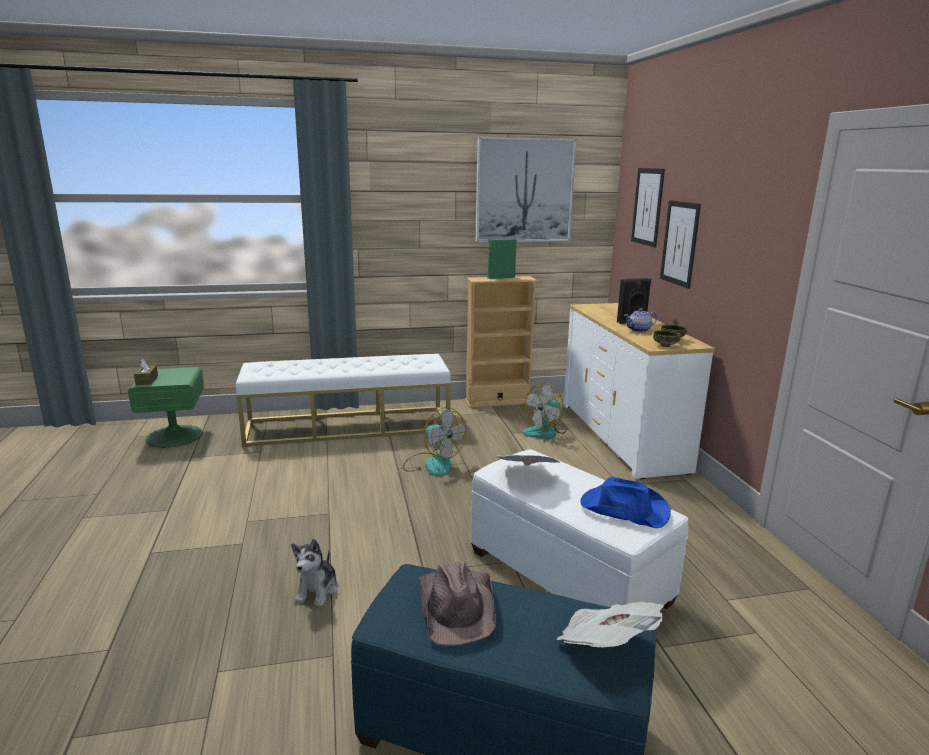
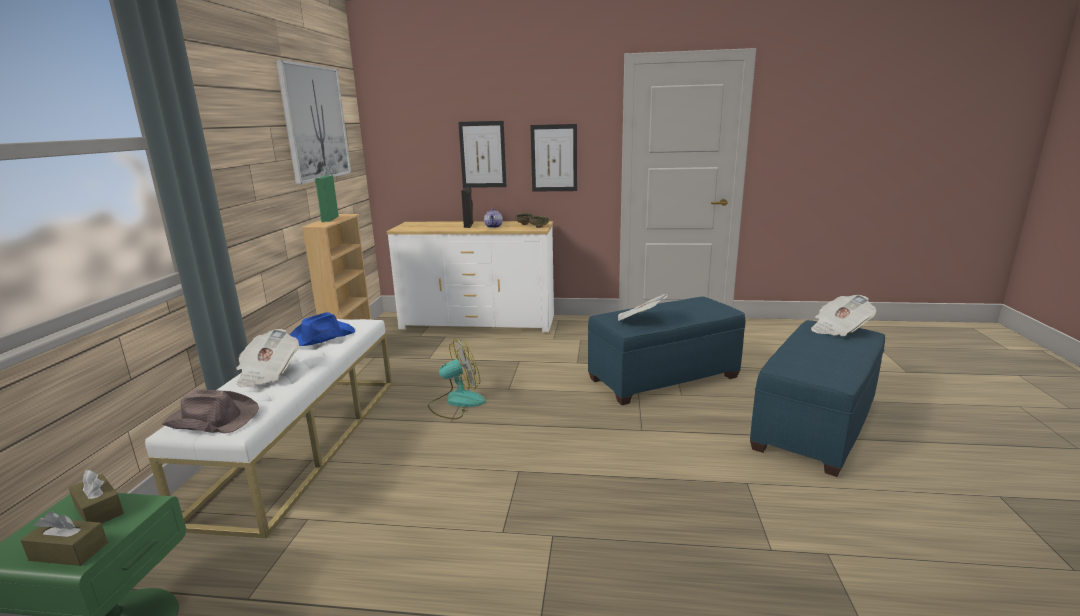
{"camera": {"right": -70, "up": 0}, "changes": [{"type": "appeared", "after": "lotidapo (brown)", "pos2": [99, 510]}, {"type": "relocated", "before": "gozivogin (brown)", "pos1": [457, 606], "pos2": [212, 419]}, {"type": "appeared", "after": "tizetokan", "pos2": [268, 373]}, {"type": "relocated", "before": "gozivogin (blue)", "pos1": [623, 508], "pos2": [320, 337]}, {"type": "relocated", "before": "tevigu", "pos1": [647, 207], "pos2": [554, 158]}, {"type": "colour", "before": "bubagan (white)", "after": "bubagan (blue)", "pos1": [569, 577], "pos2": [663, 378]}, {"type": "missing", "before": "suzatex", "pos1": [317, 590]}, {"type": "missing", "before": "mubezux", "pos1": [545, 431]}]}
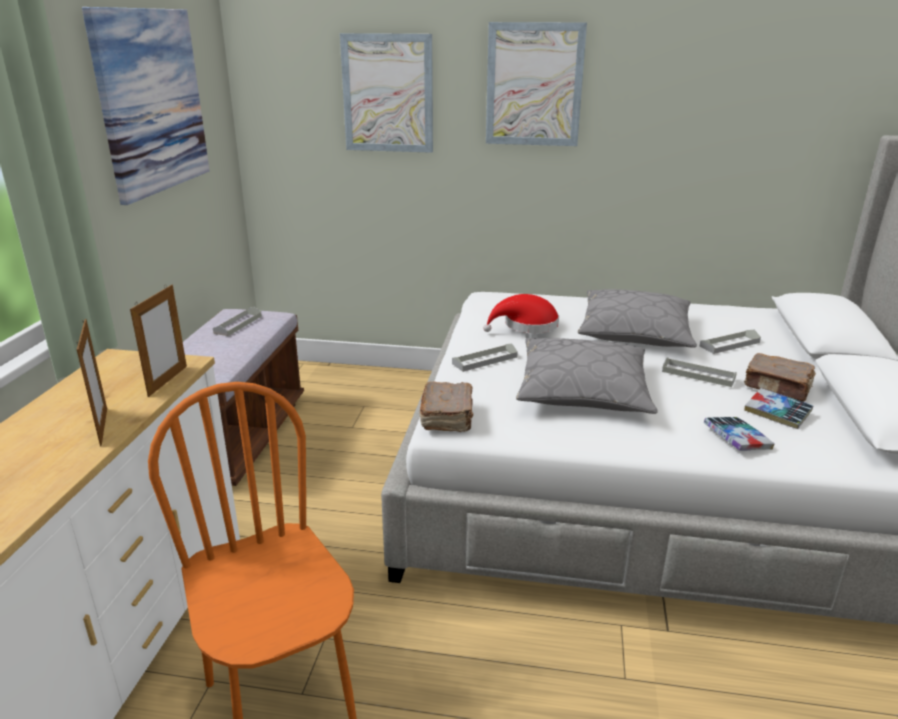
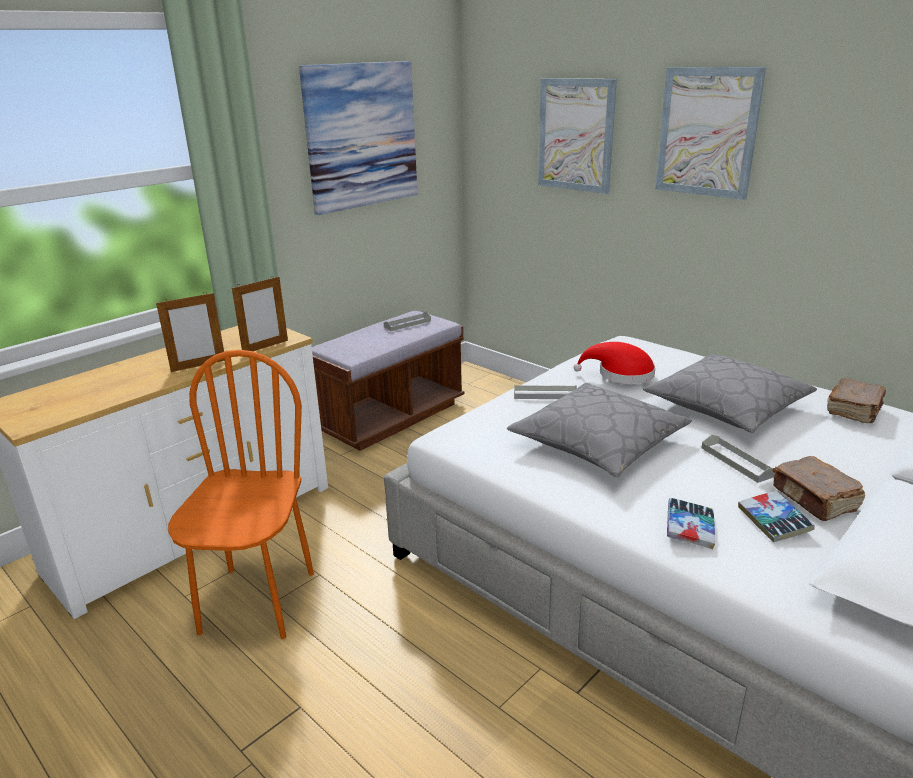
{"camera": {"right": 35, "up": 0}, "changes": [{"type": "spun", "before": "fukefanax", "pos1": [103, 426], "pos2": [198, 366], "turn": 45}, {"type": "relocated", "before": "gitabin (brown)", "pos1": [448, 417], "pos2": [854, 411]}, {"type": "missing", "before": "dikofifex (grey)", "pos1": [729, 344]}]}
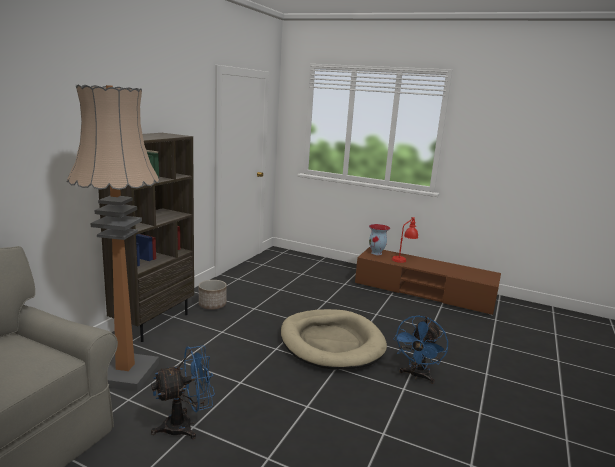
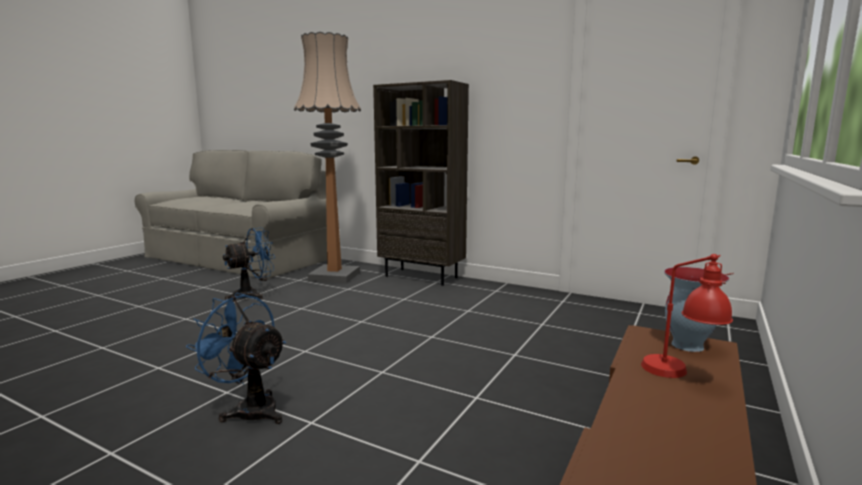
{"camera": {"right": 95, "up": -5}, "changes": [{"type": "spun", "before": "mubezux (blue)", "pos1": [185, 425], "pos2": [253, 295], "turn": -105}, {"type": "missing", "before": "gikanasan", "pos1": [212, 305]}, {"type": "missing", "before": "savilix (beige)", "pos1": [331, 342]}]}
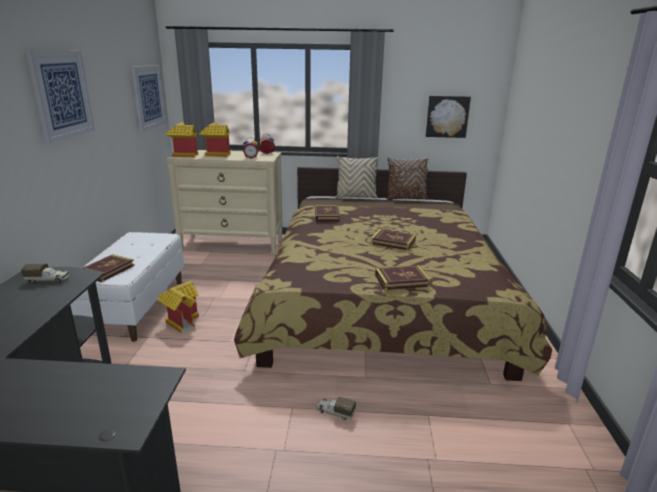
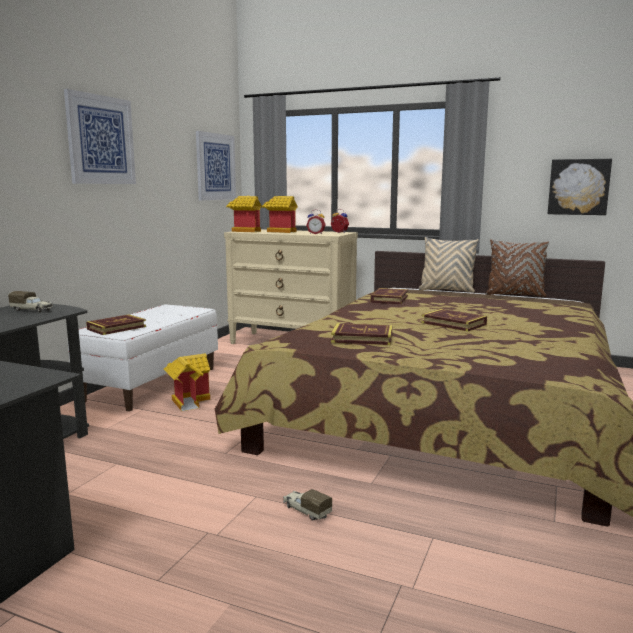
{"camera": {"right": 20, "up": -10}, "changes": [{"type": "relocated", "before": "gitabin", "pos1": [401, 280], "pos2": [362, 338]}]}
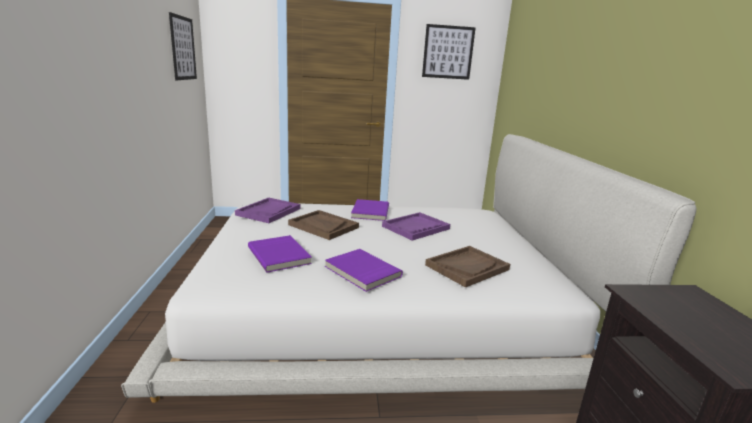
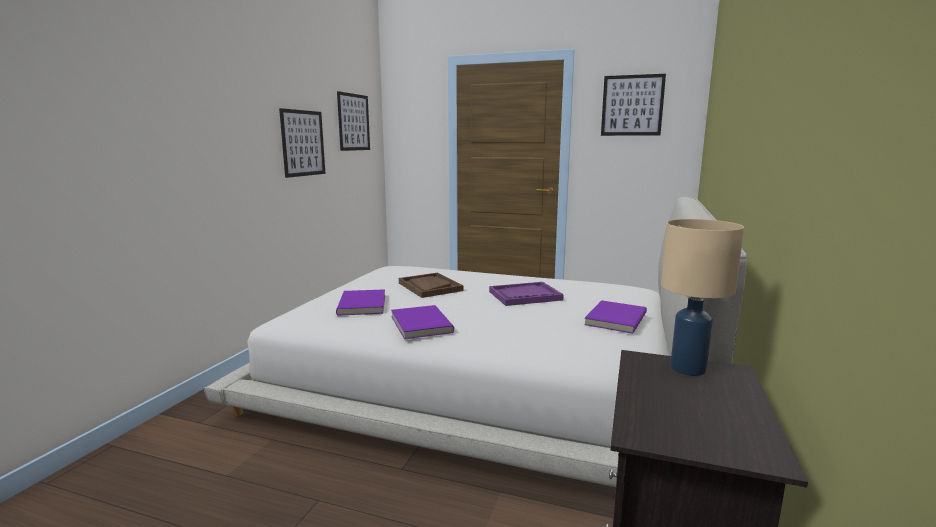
{"camera": {"right": 25, "up": -5}, "changes": [{"type": "appeared", "after": "tevigu", "pos2": [303, 143]}, {"type": "relocated", "before": "gitabin (purple)", "pos1": [369, 212], "pos2": [614, 319]}, {"type": "appeared", "after": "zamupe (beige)", "pos2": [686, 368]}, {"type": "missing", "before": "dikofifex (purple)", "pos1": [268, 211]}, {"type": "missing", "before": "dikofifex (brown)", "pos1": [467, 267]}]}
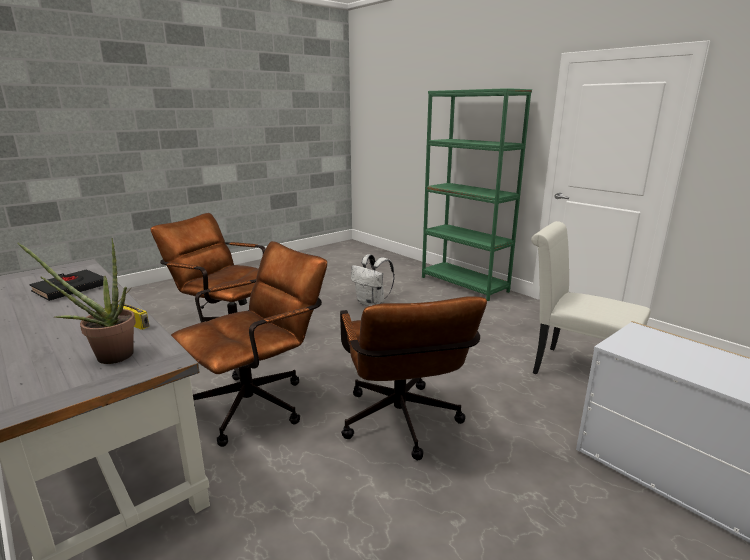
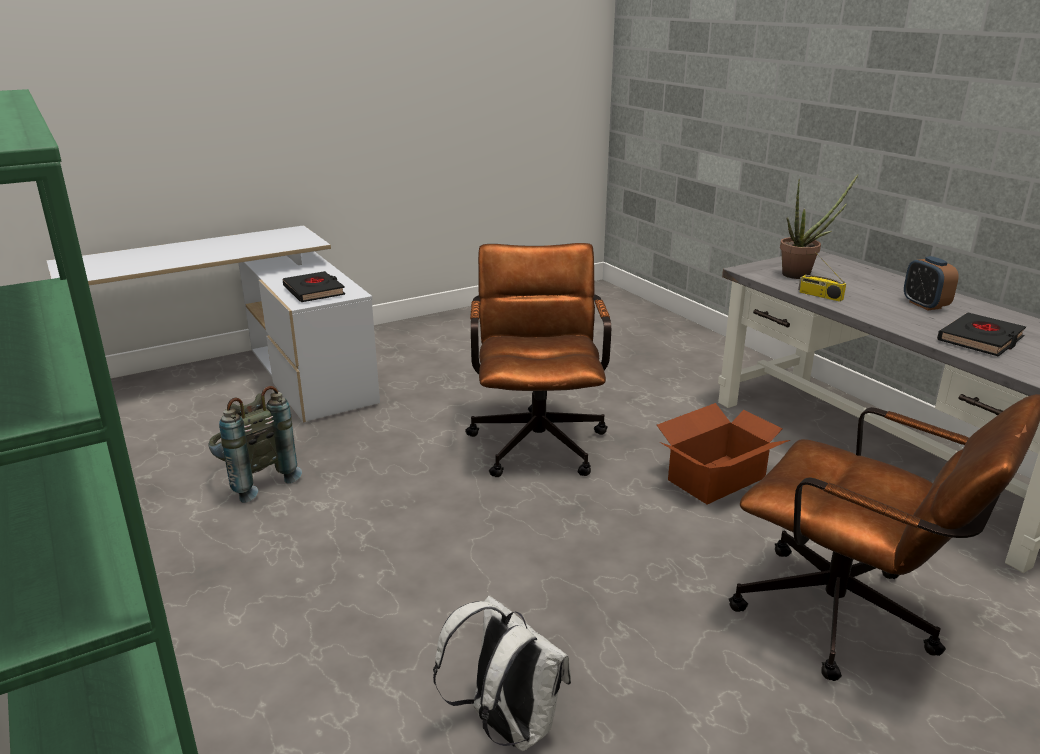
{"camera": {"right": -170, "up": 5}, "changes": [{"type": "exchanged", "before": "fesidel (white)", "after": "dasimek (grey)", "pos1": [575, 369], "pos2": [254, 480]}, {"type": "appeared", "after": "gitabin (black)", "pos2": [314, 291]}, {"type": "exchanged", "before": "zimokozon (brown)", "after": "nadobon", "pos1": [259, 402], "pos2": [715, 479]}, {"type": "appeared", "after": "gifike", "pos2": [925, 305]}]}
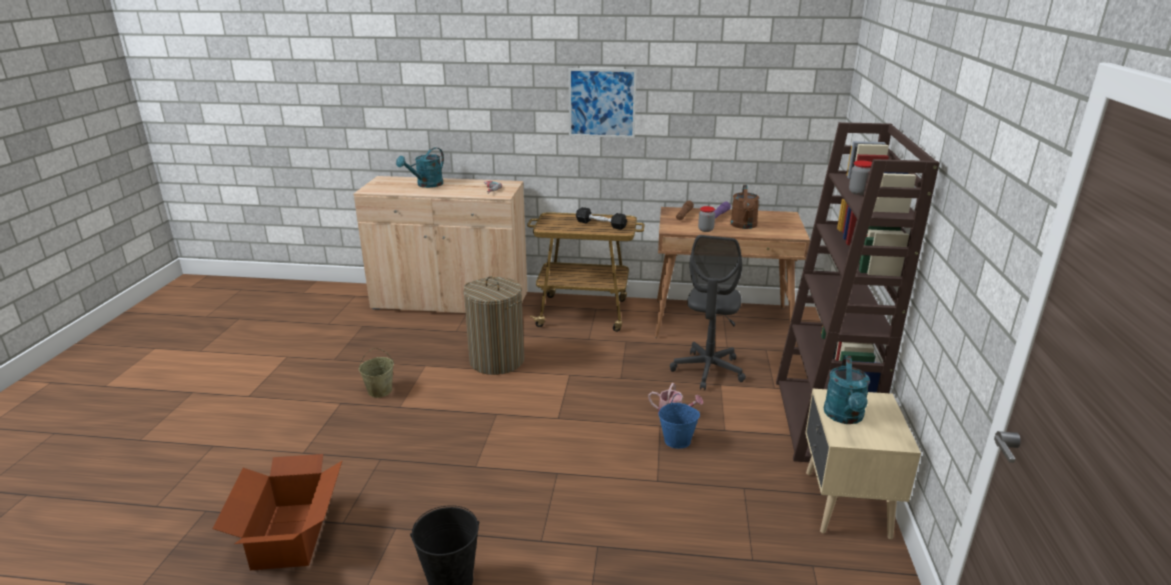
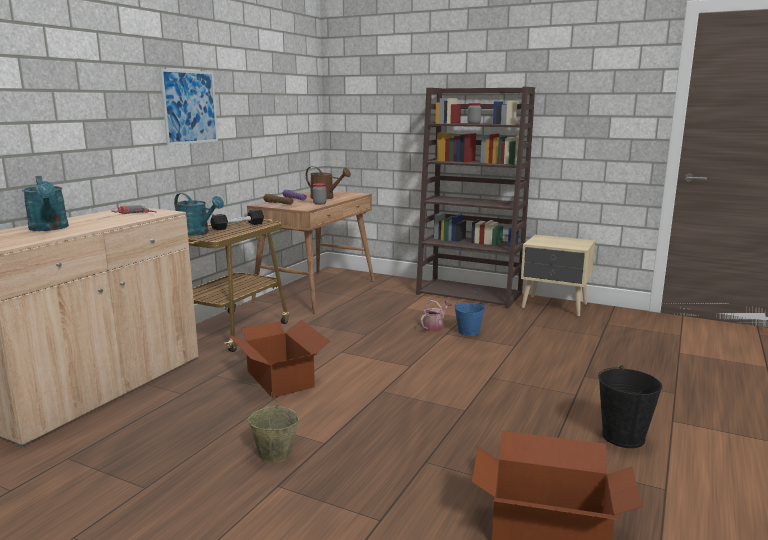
{"camera": {"right": -70, "up": -10}, "changes": [{"type": "relocated", "before": "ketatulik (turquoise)", "pos1": [844, 417], "pos2": [198, 233]}, {"type": "exchanged", "before": "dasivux", "after": "nadobon", "pos1": [496, 360], "pos2": [279, 379]}, {"type": "missing", "before": "zimokozon (grey)", "pos1": [708, 370]}]}
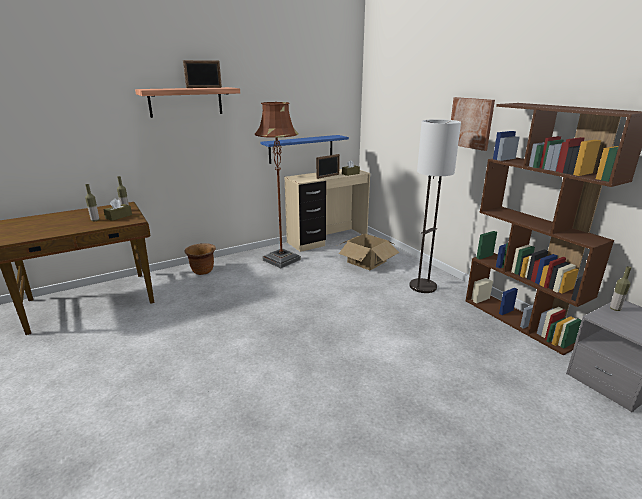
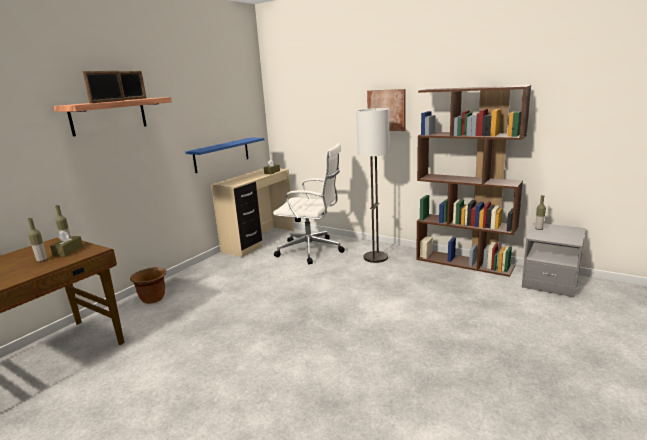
{"camera": {"right": -25, "up": -5}, "changes": [{"type": "relocated", "before": "fukefanax", "pos1": [328, 176], "pos2": [108, 101]}, {"type": "exchanged", "before": "nadobon", "after": "zimokozon (white)", "pos1": [366, 262], "pos2": [312, 250]}, {"type": "missing", "before": "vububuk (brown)", "pos1": [281, 260]}]}
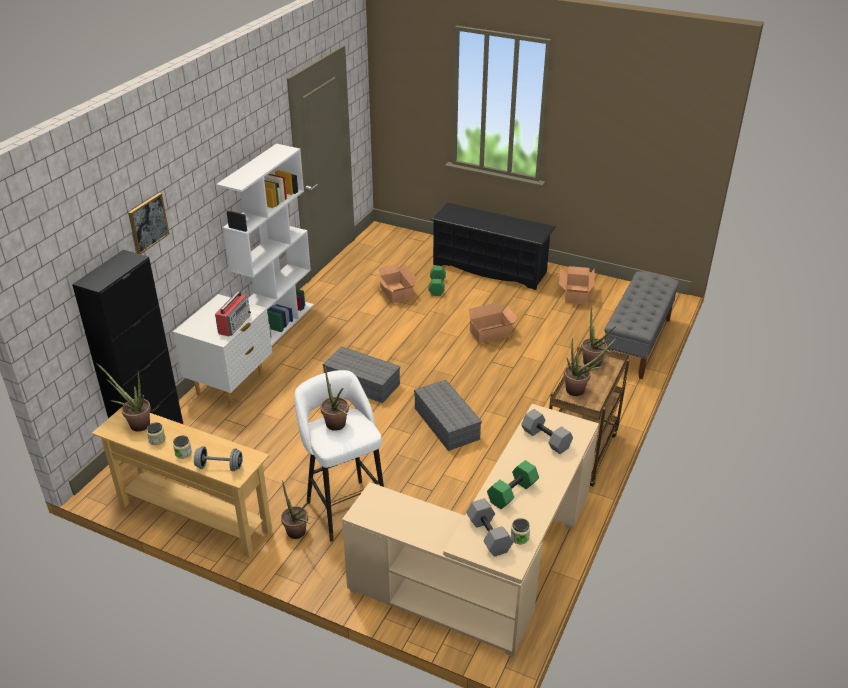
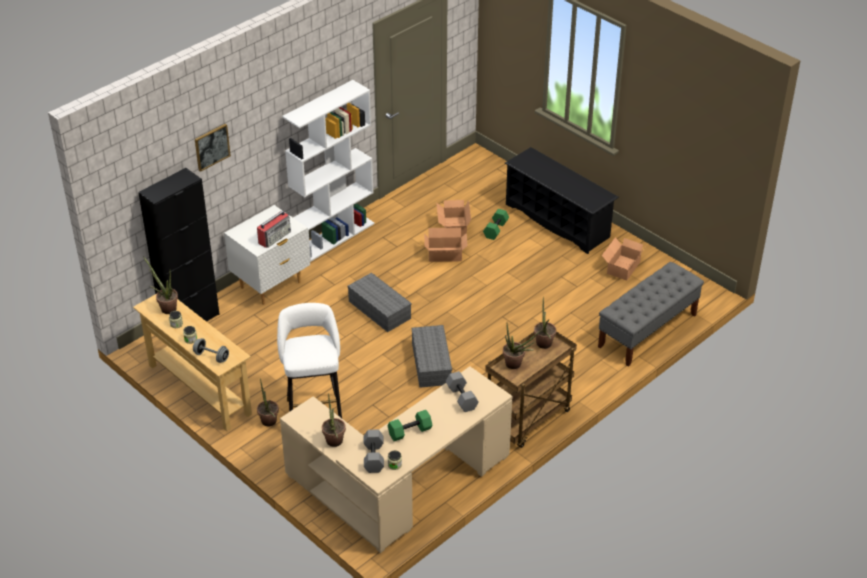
{"camera": {"right": 20, "up": 5}, "changes": [{"type": "relocated", "before": "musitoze", "pos1": [337, 427], "pos2": [334, 443]}, {"type": "relocated", "before": "nadobon", "pos1": [492, 334], "pos2": [445, 255]}]}
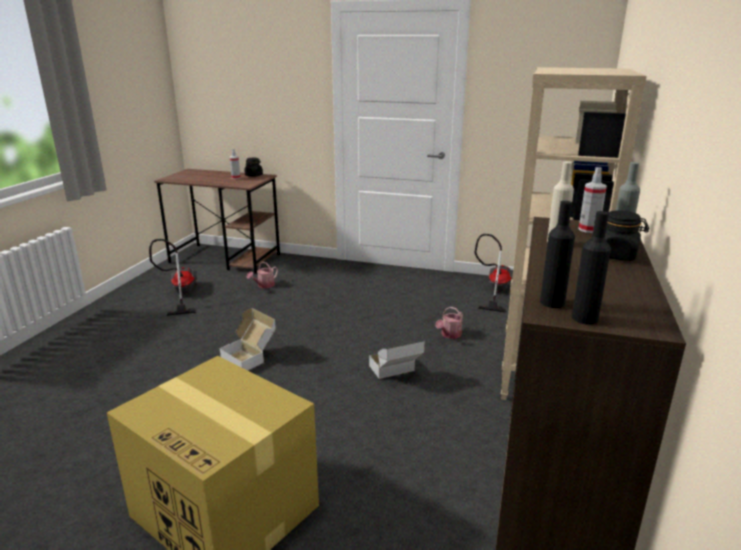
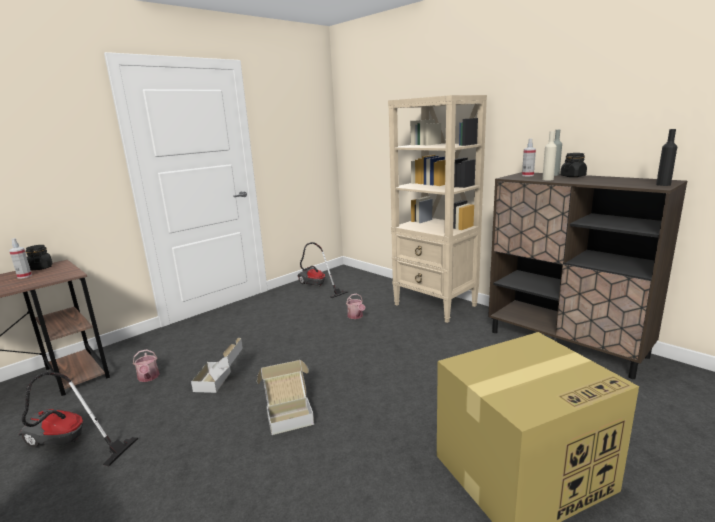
{"camera": {"right": -60, "up": -5}, "changes": [{"type": "relocated", "before": "nadobon", "pos1": [396, 374], "pos2": [221, 382]}, {"type": "missing", "before": "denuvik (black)", "pos1": [552, 302]}]}
